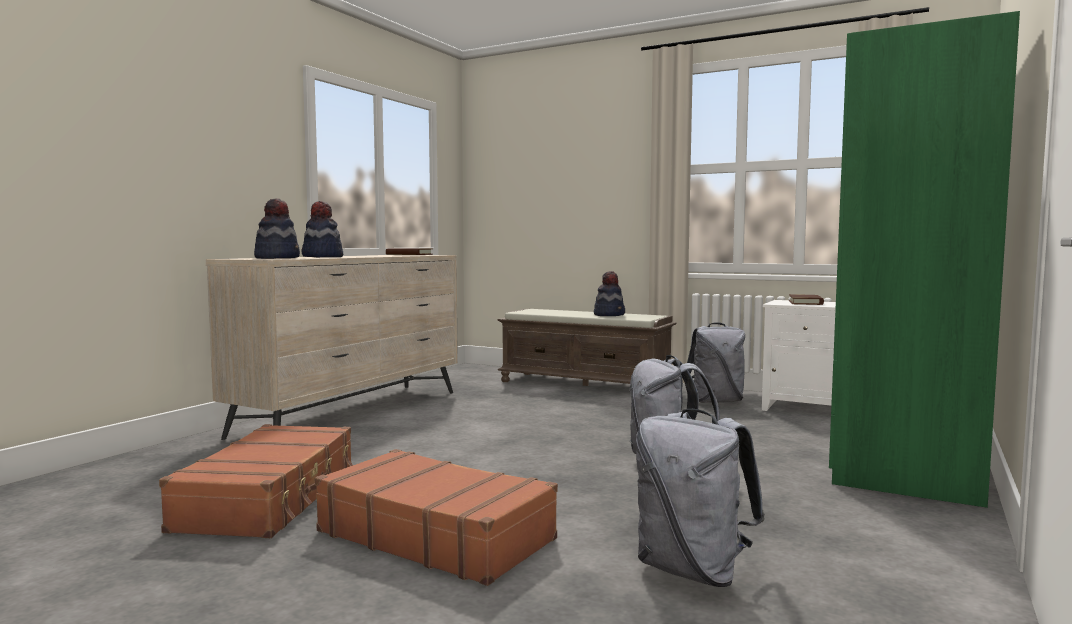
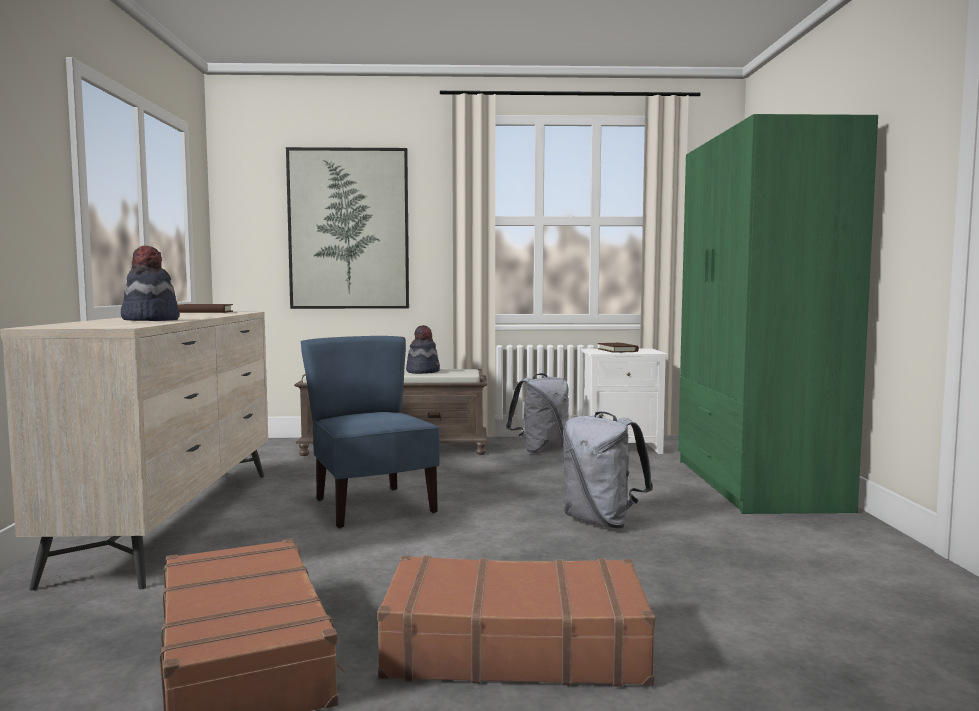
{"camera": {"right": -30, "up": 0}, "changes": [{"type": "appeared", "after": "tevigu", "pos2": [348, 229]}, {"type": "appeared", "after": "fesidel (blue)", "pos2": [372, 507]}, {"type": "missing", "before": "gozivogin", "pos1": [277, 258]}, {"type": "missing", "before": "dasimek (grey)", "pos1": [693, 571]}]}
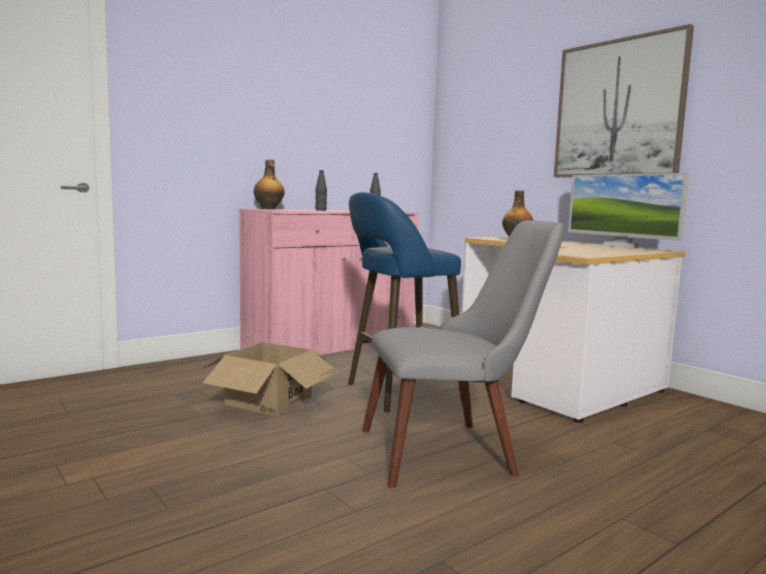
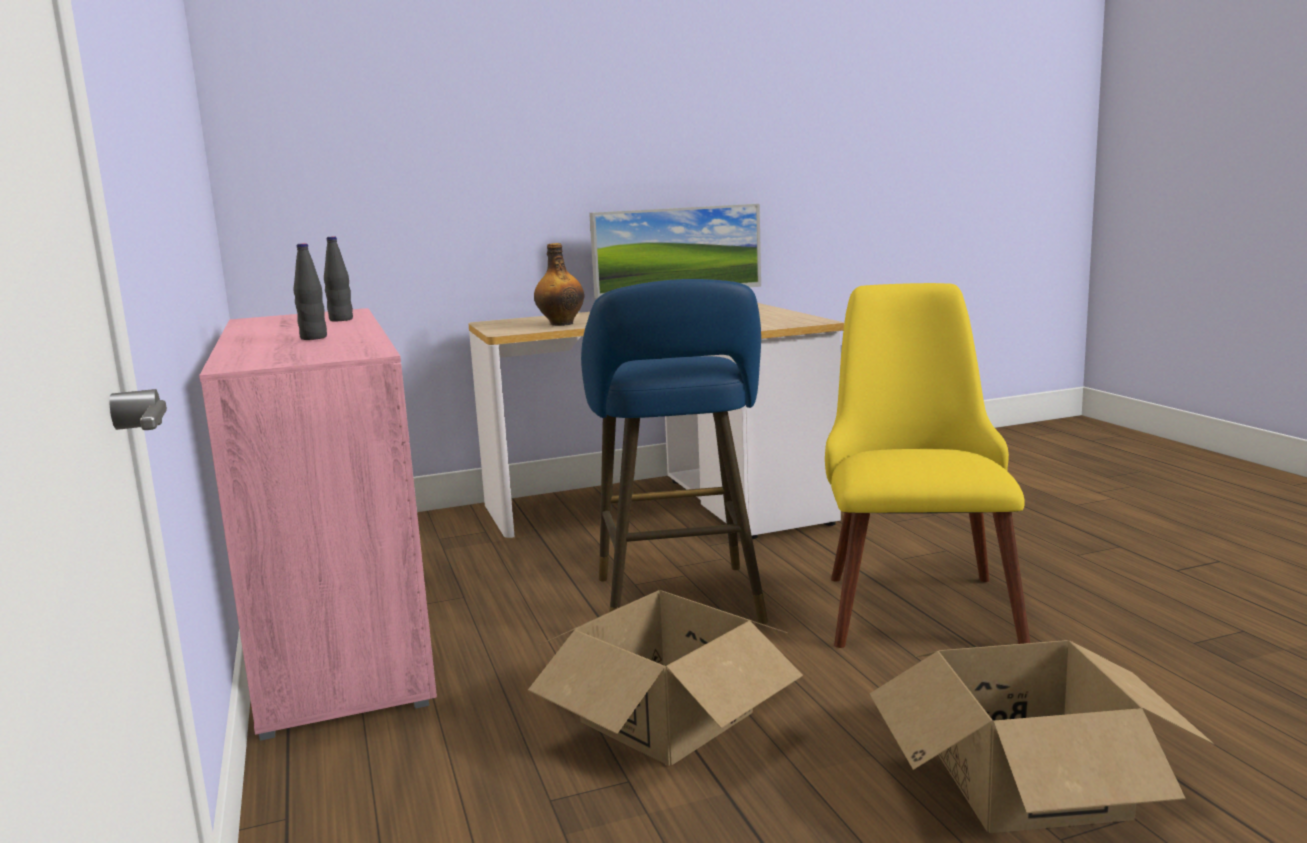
{"camera": {"right": -70, "up": 5}, "changes": [{"type": "colour", "before": "fesidel (grey)", "after": "fesidel (yellow)", "pos1": [455, 450], "pos2": [914, 598]}, {"type": "appeared", "after": "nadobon", "pos2": [1027, 782]}, {"type": "missing", "before": "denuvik", "pos1": [268, 209]}, {"type": "missing", "before": "tevigu", "pos1": [618, 109]}]}
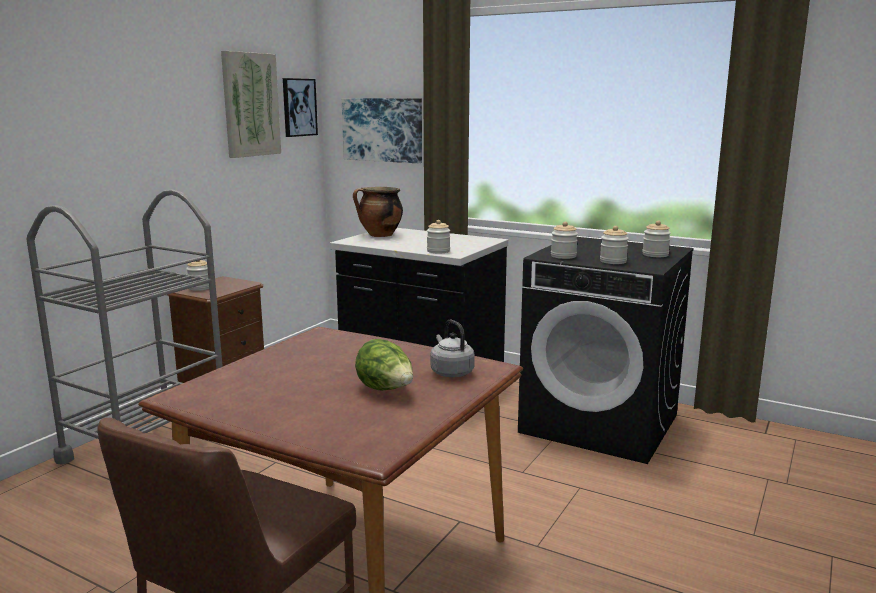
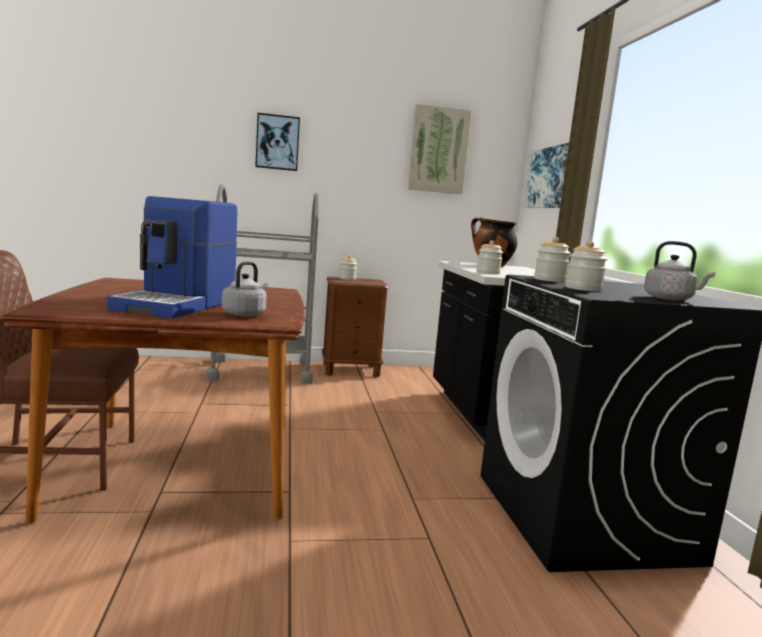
{"camera": {"right": 50, "up": -5}, "changes": [{"type": "exchanged", "before": "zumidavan", "after": "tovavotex", "pos1": [386, 390], "pos2": [179, 305]}, {"type": "relocated", "before": "tevigu", "pos1": [299, 107], "pos2": [277, 142]}, {"type": "exchanged", "before": "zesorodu", "after": "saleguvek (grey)", "pos1": [655, 255], "pos2": [671, 299]}]}
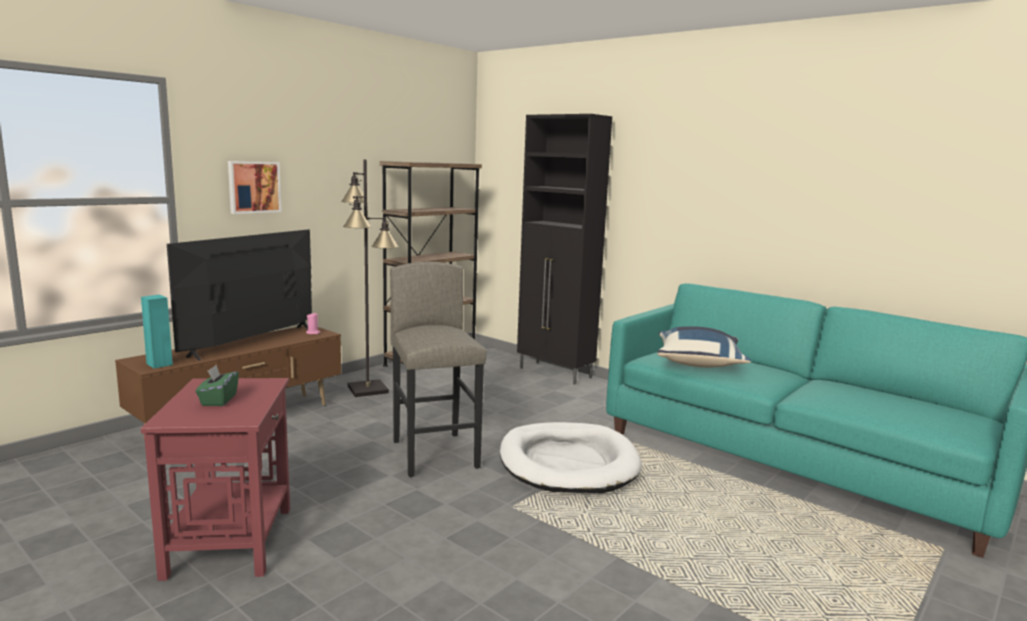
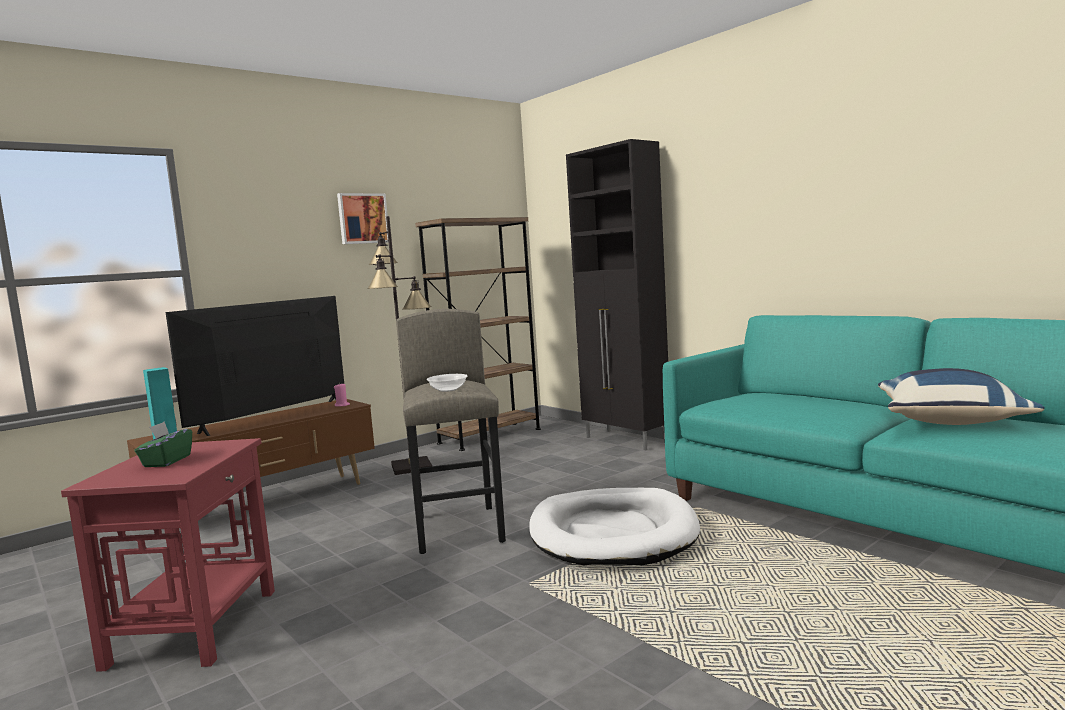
{"camera": {"right": 10, "up": -5}, "changes": [{"type": "relocated", "before": "tevigu", "pos1": [253, 187], "pos2": [362, 218]}, {"type": "appeared", "after": "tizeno", "pos2": [448, 389]}, {"type": "relocated", "before": "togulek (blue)", "pos1": [699, 363], "pos2": [950, 421]}]}
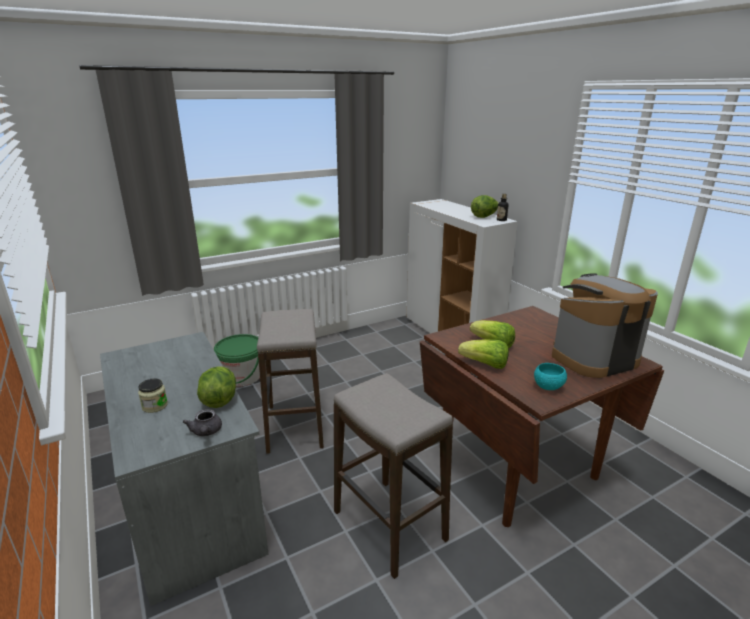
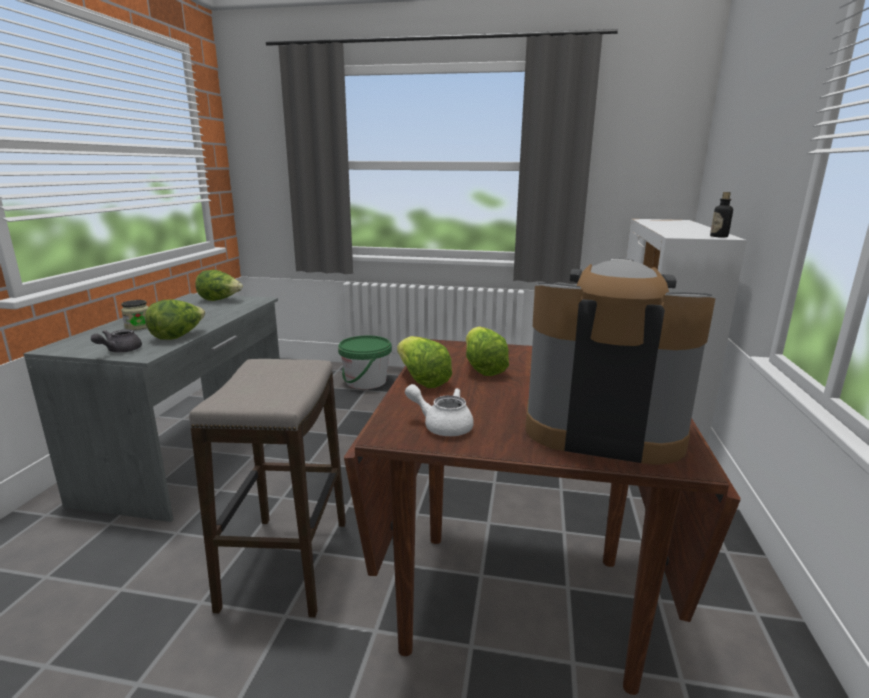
{"camera": {"right": 40, "up": -5}, "changes": [{"type": "relocated", "before": "zumidavan", "pos1": [484, 216], "pos2": [220, 300]}, {"type": "exchanged", "before": "tizeno (turquoise)", "after": "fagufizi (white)", "pos1": [548, 387], "pos2": [442, 425]}, {"type": "missing", "before": "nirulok", "pos1": [295, 426]}]}
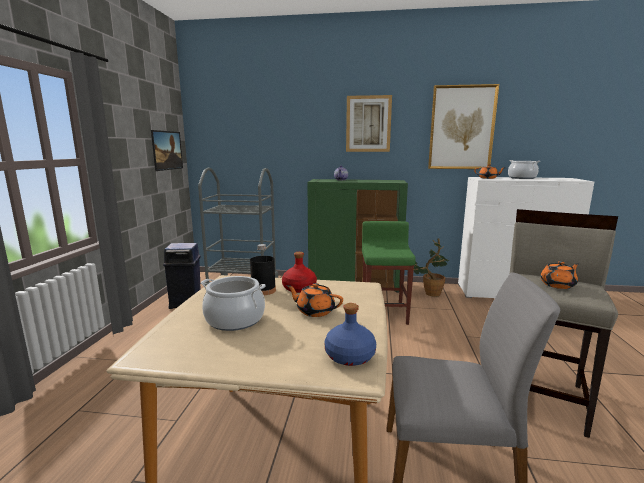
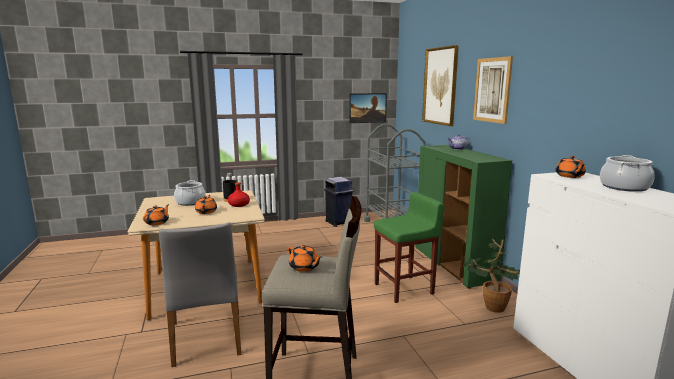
{"camera": {"right": 65, "up": 0}, "changes": [{"type": "exchanged", "before": "denuvik (blue)", "after": "fagufizi (orange)", "pos1": [349, 356], "pos2": [157, 222]}, {"type": "relocated", "before": "tevigu", "pos1": [461, 128], "pos2": [440, 86]}]}
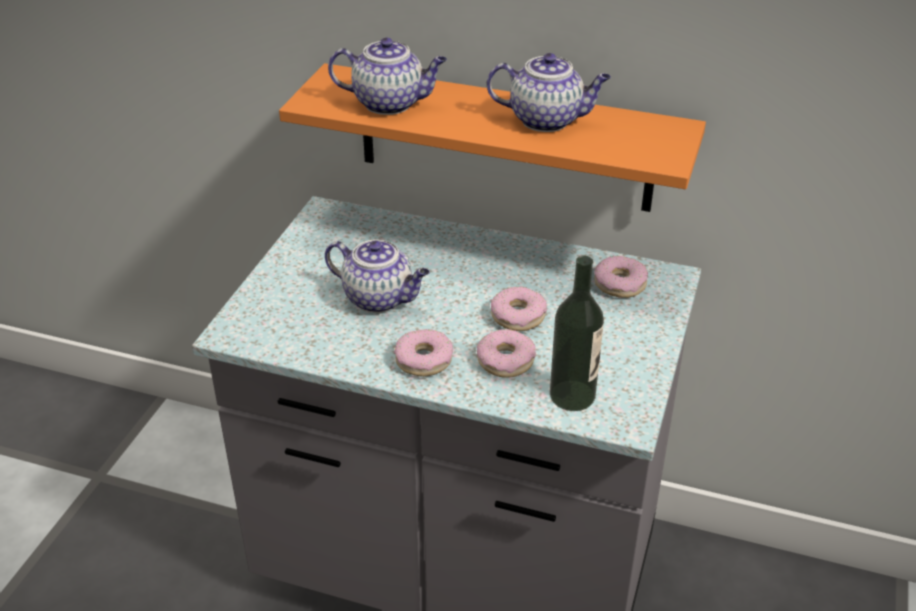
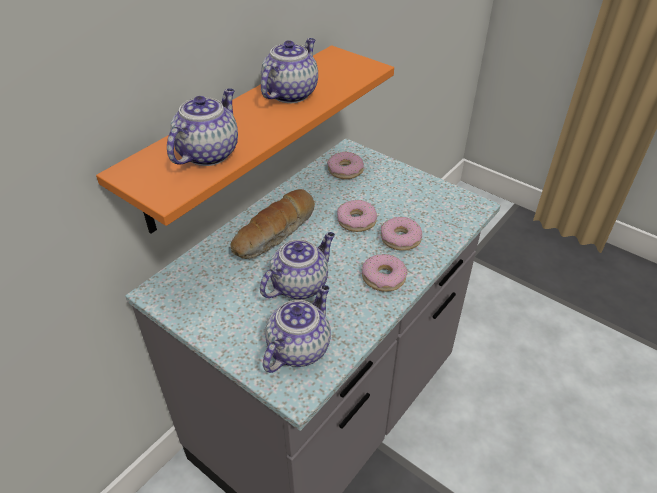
{"camera": {"right": -70, "up": 5}, "changes": [{"type": "appeared", "after": "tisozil", "pos2": [276, 234]}, {"type": "appeared", "after": "fagufizi", "pos2": [299, 347]}, {"type": "missing", "before": "denuvik", "pos1": [572, 395]}]}
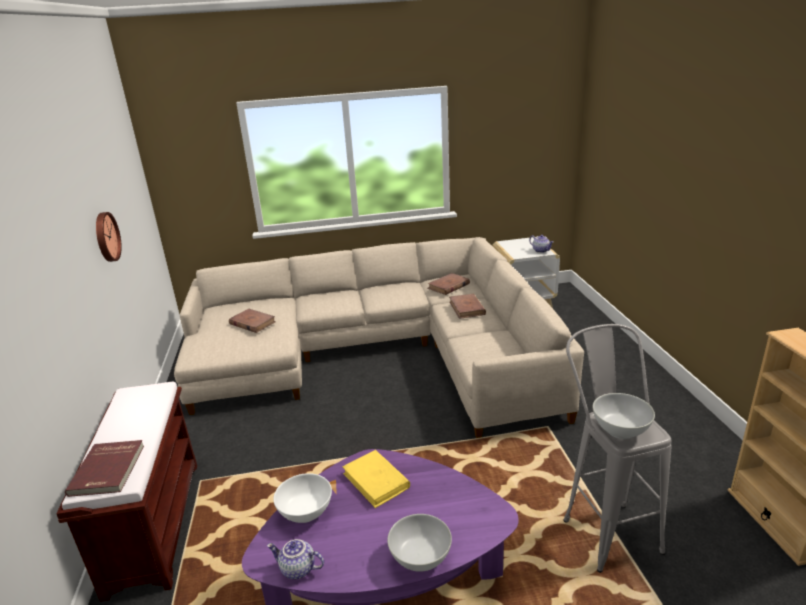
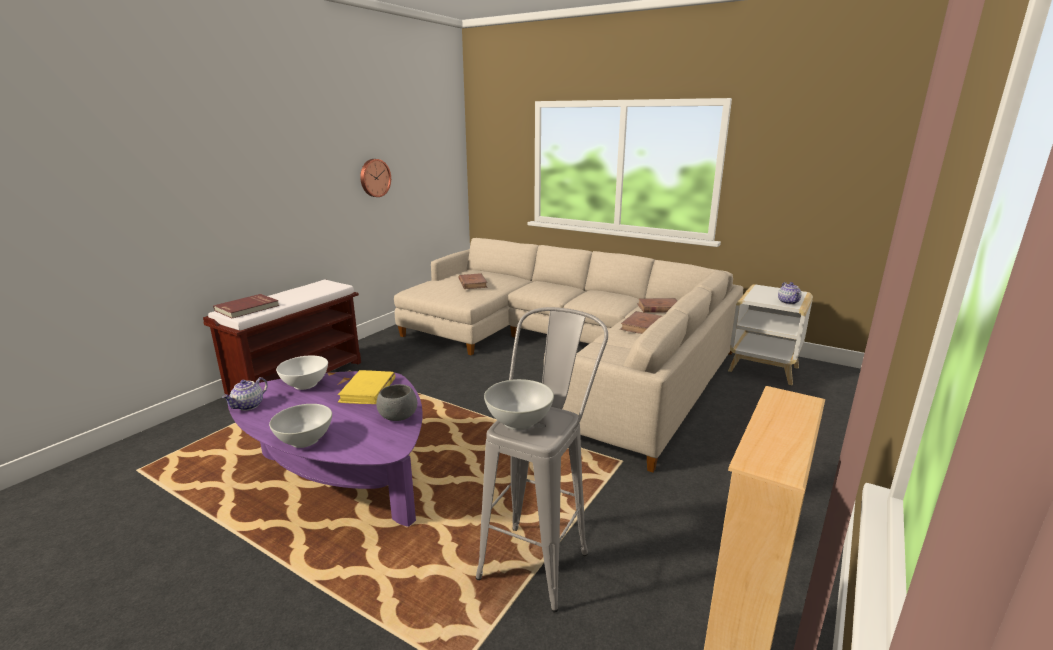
{"camera": {"right": 40, "up": -5}, "changes": [{"type": "spun", "before": "fagufizi", "pos1": [297, 569], "pos2": [249, 406], "turn": -120}, {"type": "appeared", "after": "tizeno (grey)", "pos2": [398, 417]}]}
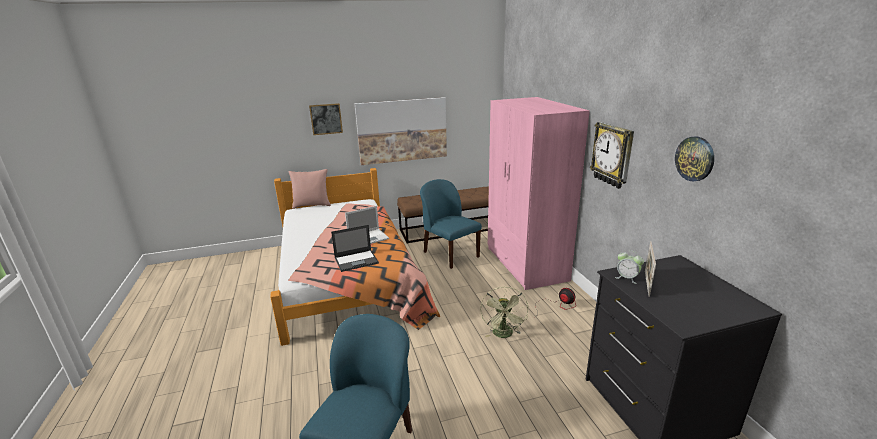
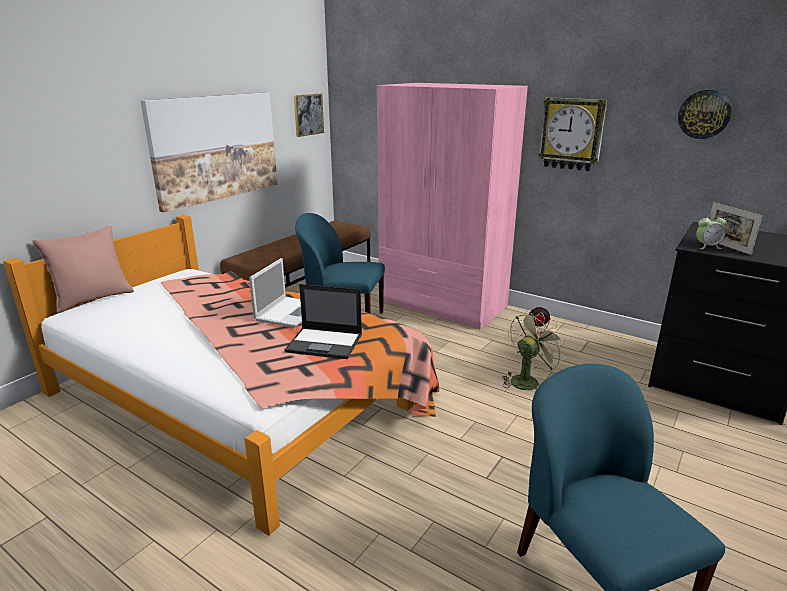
{"camera": {"right": -40, "up": 0}, "changes": [{"type": "spun", "before": "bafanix", "pos1": [357, 260], "pos2": [325, 343], "turn": 75}, {"type": "relocated", "before": "tevigu", "pos1": [326, 119], "pos2": [308, 114]}, {"type": "spun", "before": "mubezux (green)", "pos1": [504, 335], "pos2": [527, 380], "turn": -90}]}
